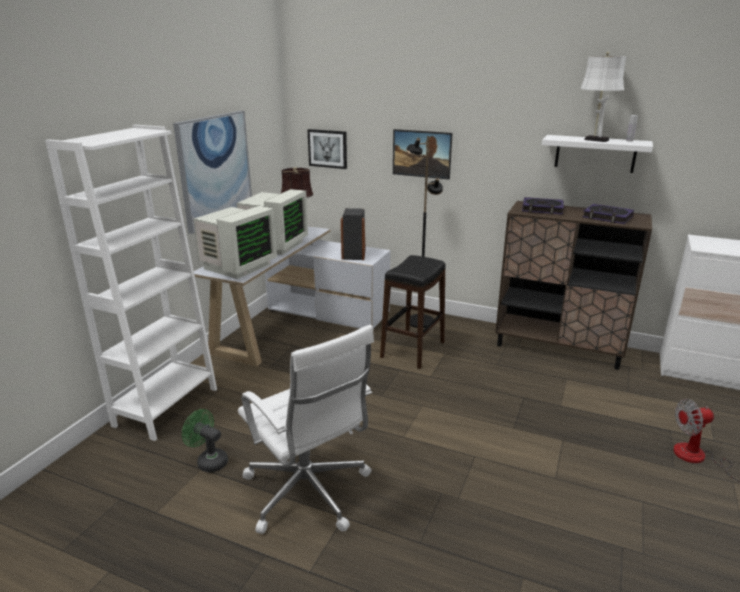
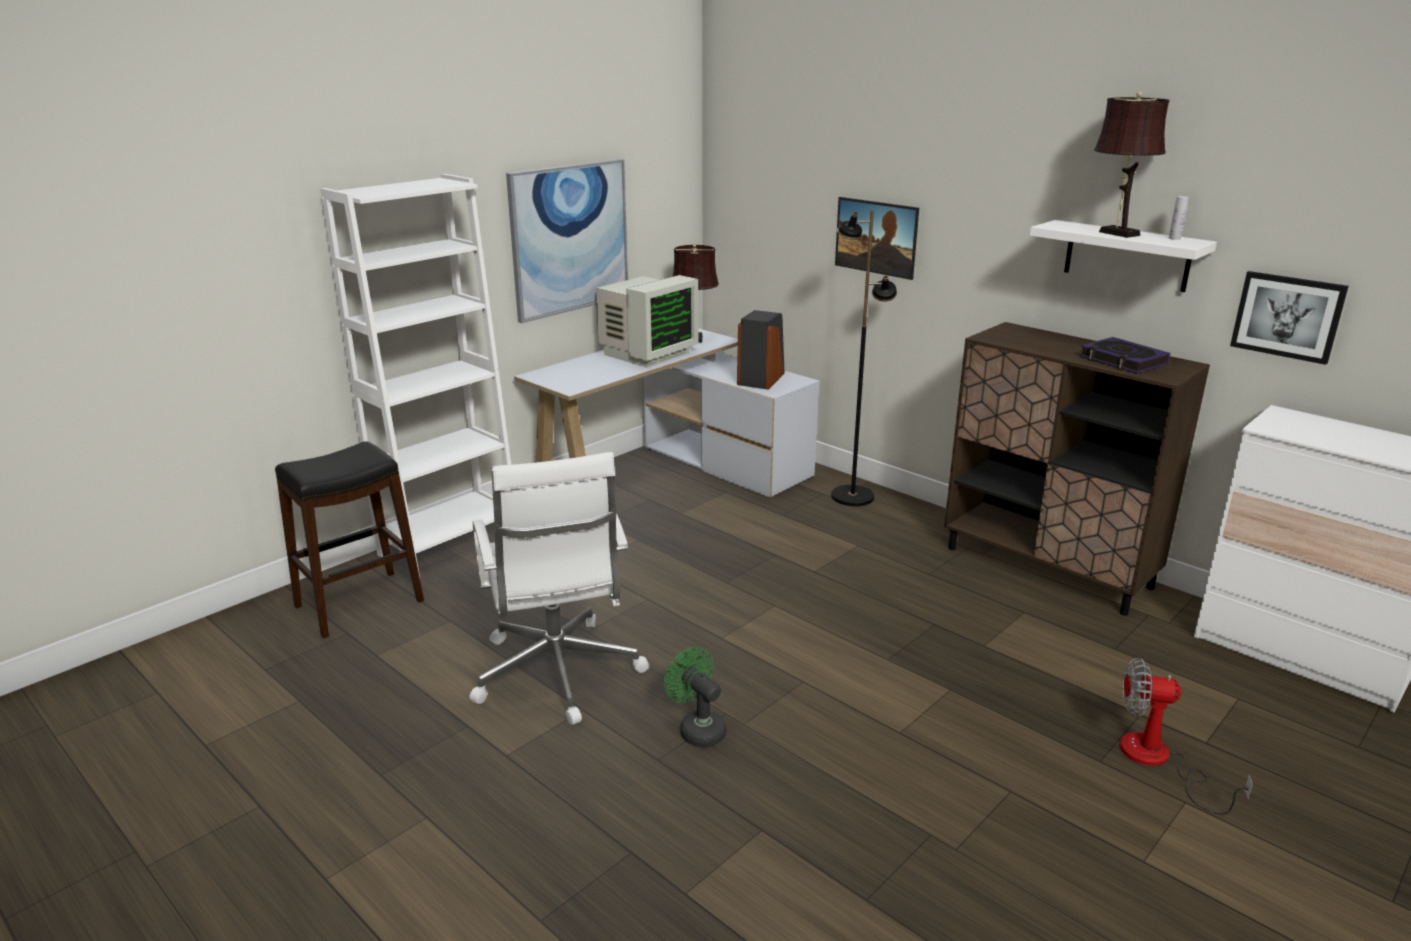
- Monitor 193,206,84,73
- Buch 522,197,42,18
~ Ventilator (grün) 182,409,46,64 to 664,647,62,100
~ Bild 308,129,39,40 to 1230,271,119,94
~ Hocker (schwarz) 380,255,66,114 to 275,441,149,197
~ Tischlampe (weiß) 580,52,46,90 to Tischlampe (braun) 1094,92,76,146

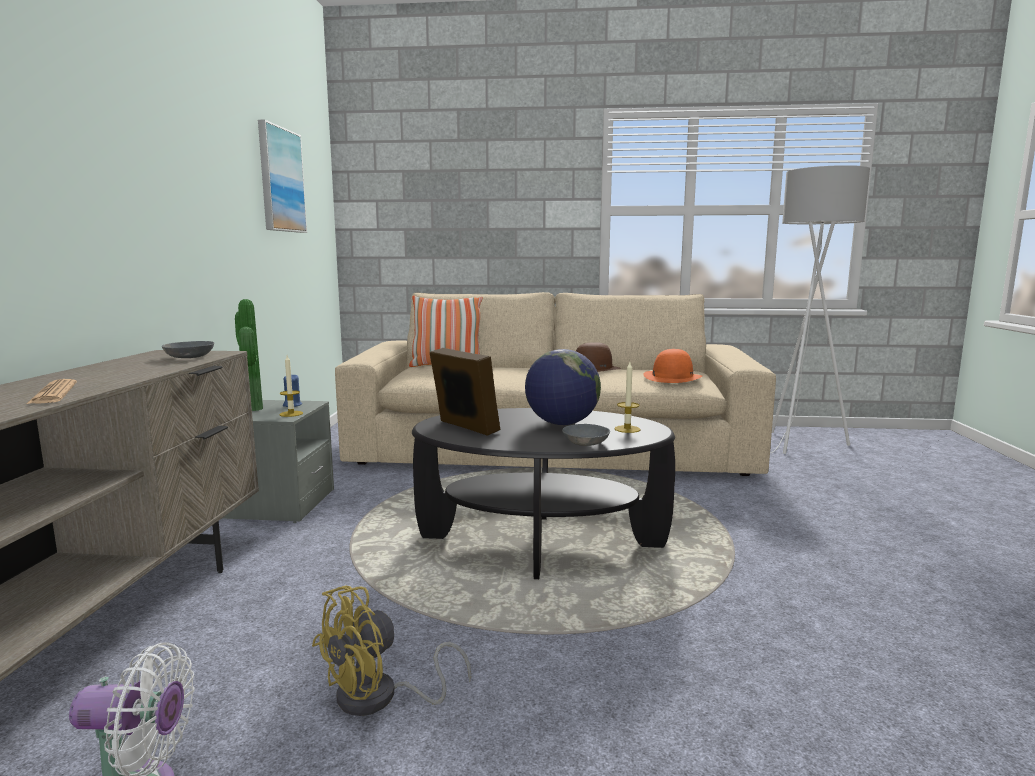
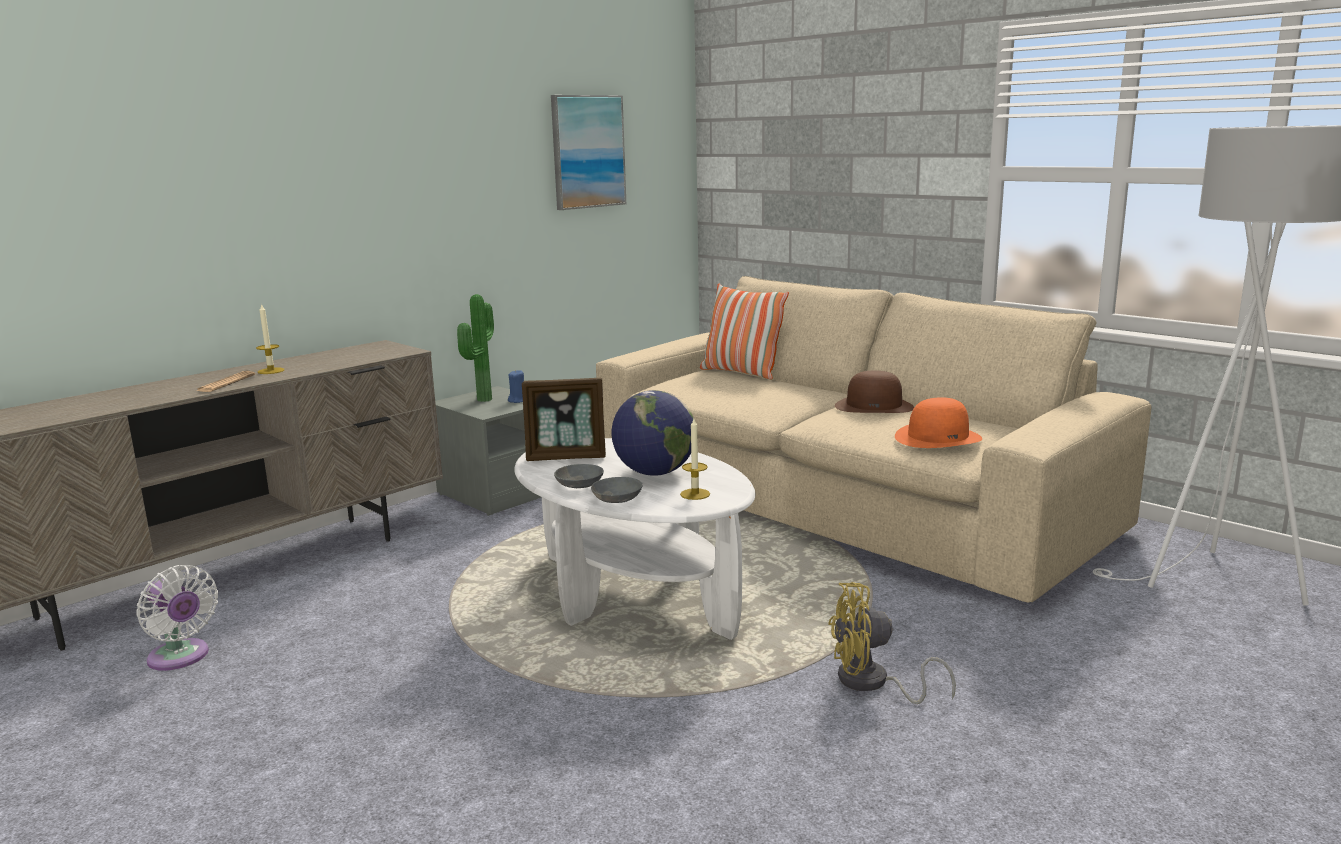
~ Schüssel (grau) 162,341,52,17 to 554,464,50,24
~ Kerze 280,355,23,62 to 256,303,29,71
~ Ventilator (gelb) 312,585,159,131 to 828,582,128,122
~ Couchtisch (schwarz) 412,408,263,171 to Couchtisch (weiß) 514,438,241,202
~ Bilderrahmen 430,348,70,88 = 522,378,84,83 90 degrees clockwise

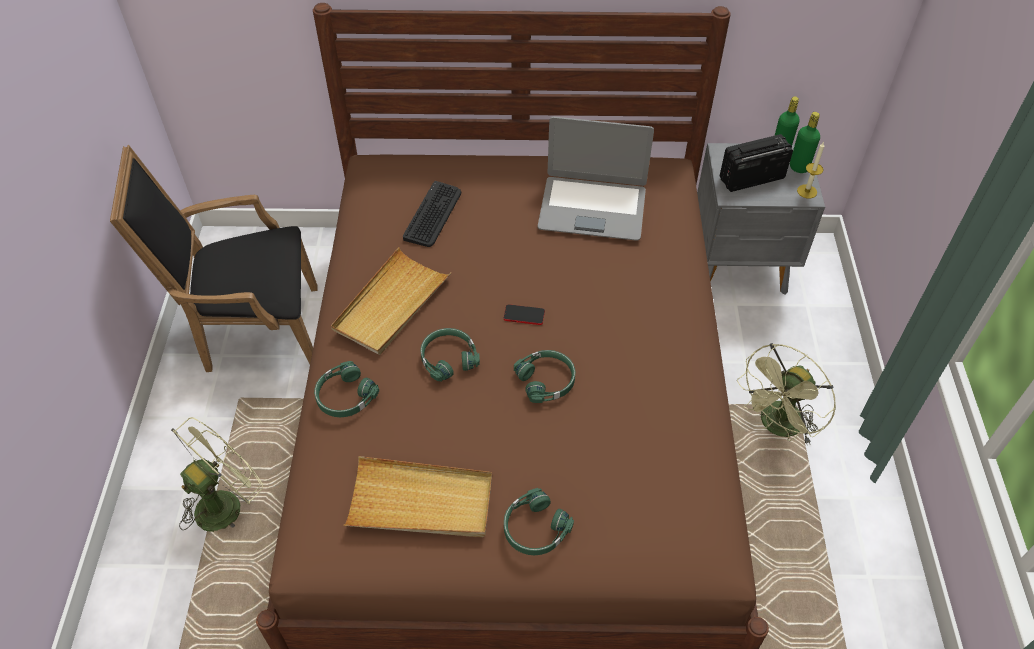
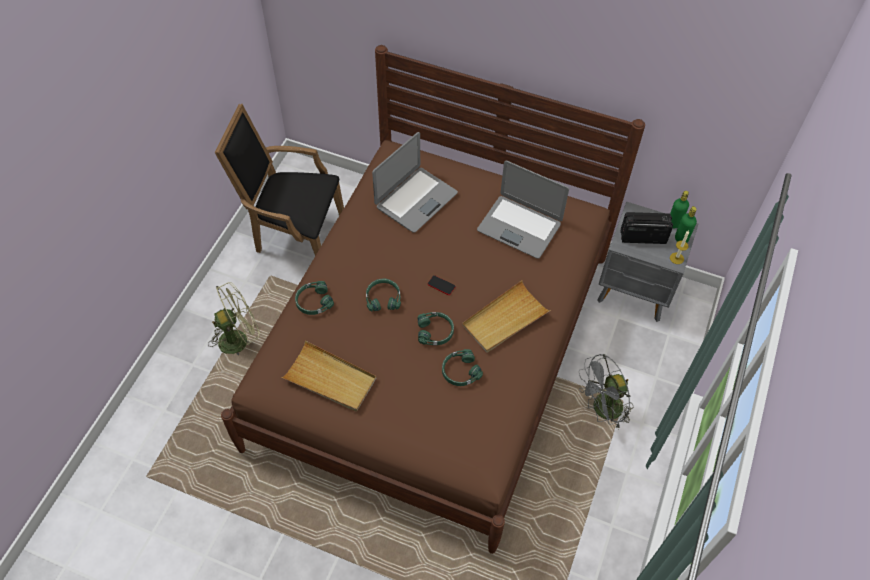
~ Tablett (beige) 331,247,120,108 to 462,281,89,72
~ Kopfhörer (grün) 504,488,70,67 to 442,349,41,37
~ Tastatur 403,181,58,66 to Laptop 372,132,86,101
~ Ventilator (grün) 737,343,99,102 to Ventilator (grau) 579,354,54,75

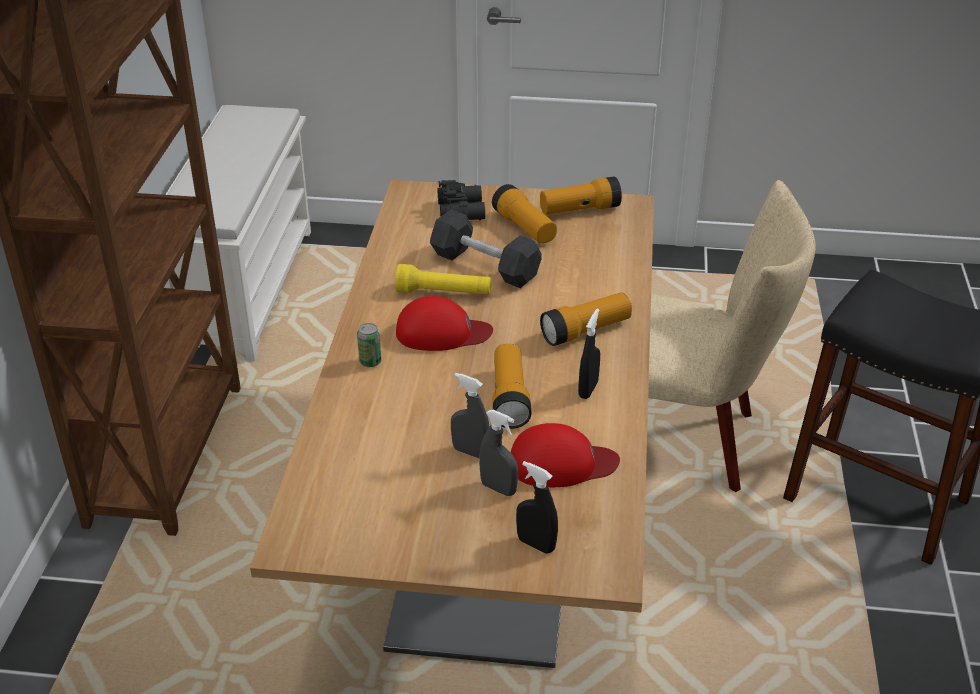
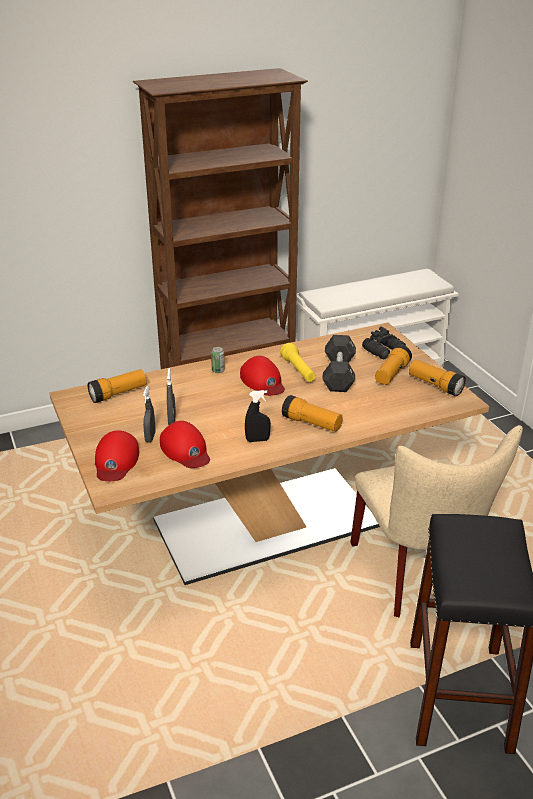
~ Taschenlampe 492,344,40,85 to 88,369,59,34
~ Sprühflasche (schwarz) 516,461,42,92 to Kappe (rot) 95,430,44,51

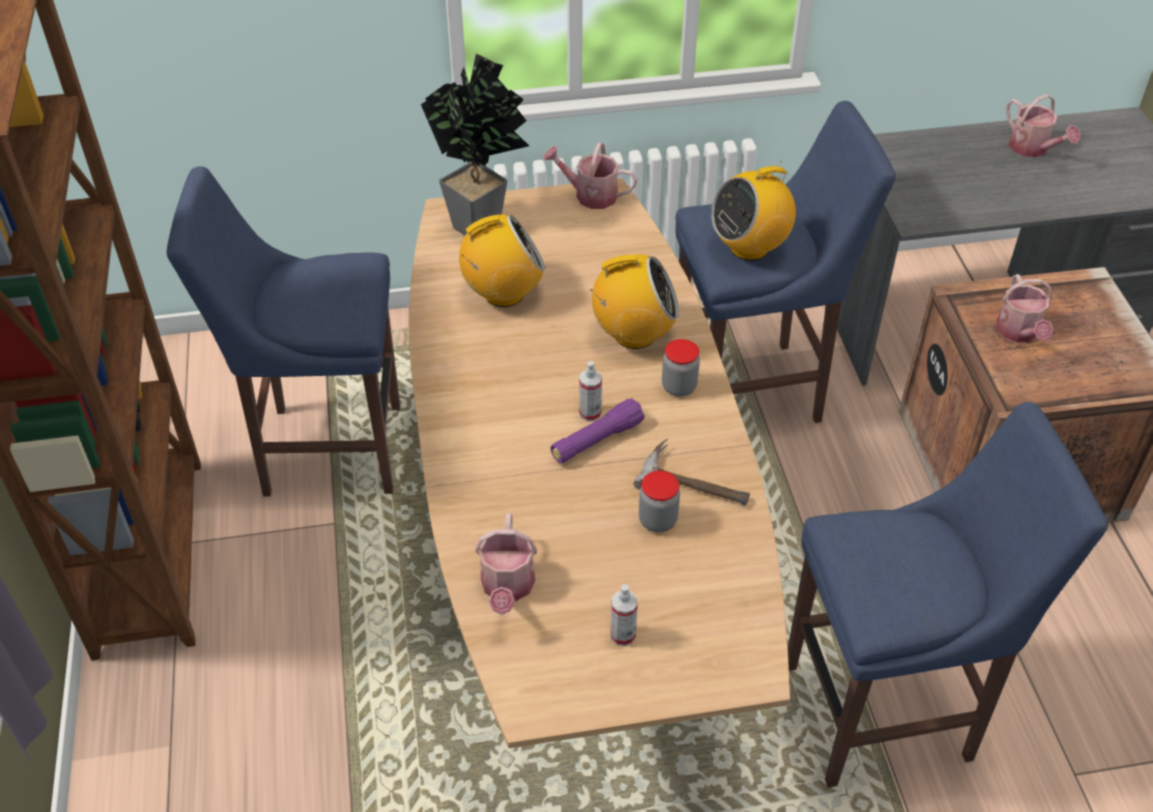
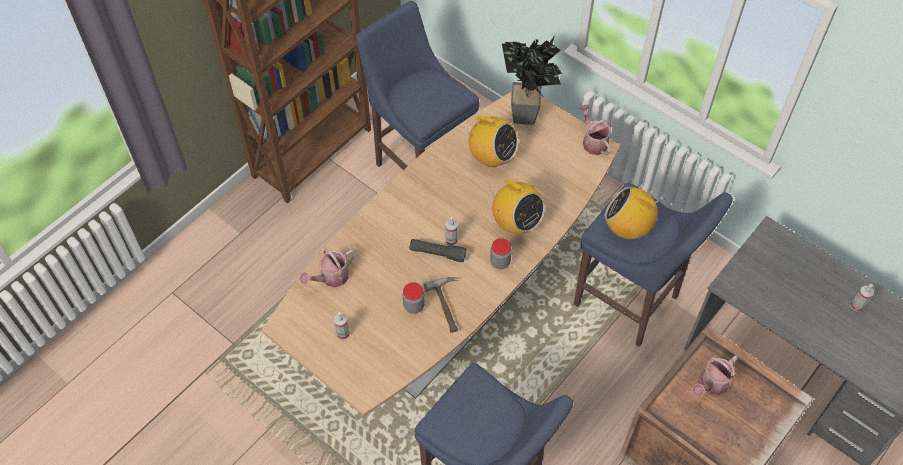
~ Gießkanne 1006,94,75,63 to Sprühflasche 851,284,23,28
~ Taschenlampe (lila) 550,398,95,65 to Taschenlampe (schwarz) 410,239,57,23

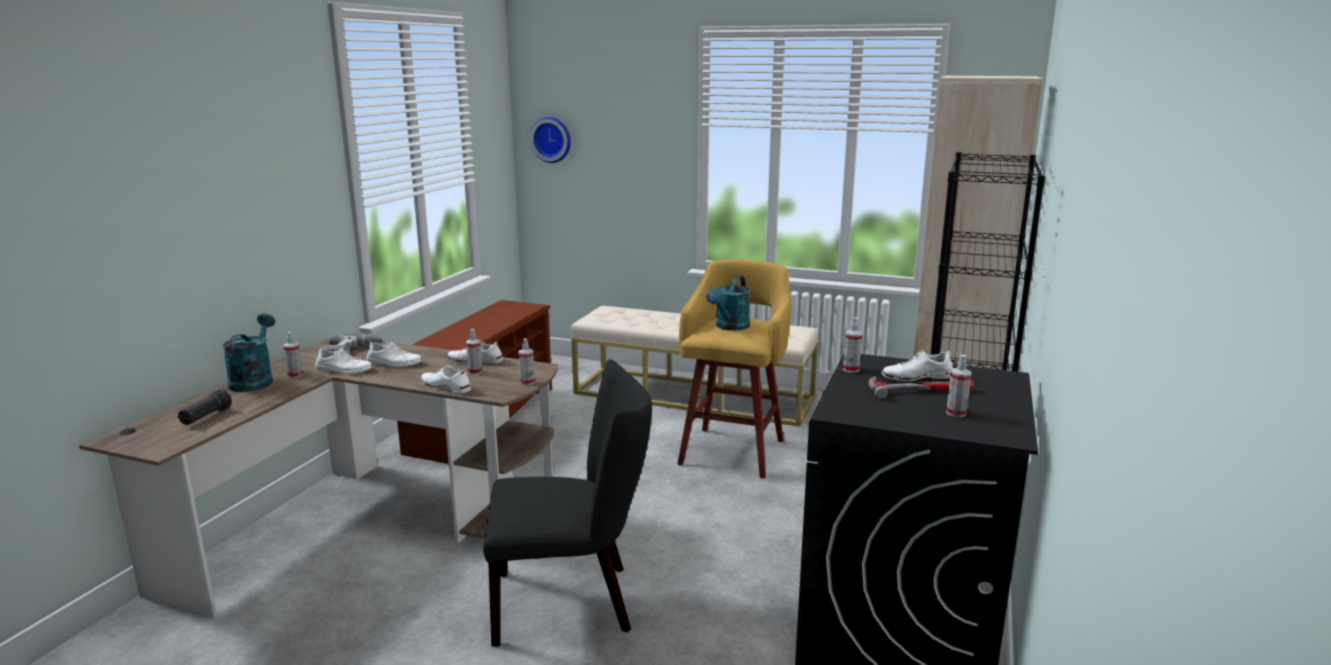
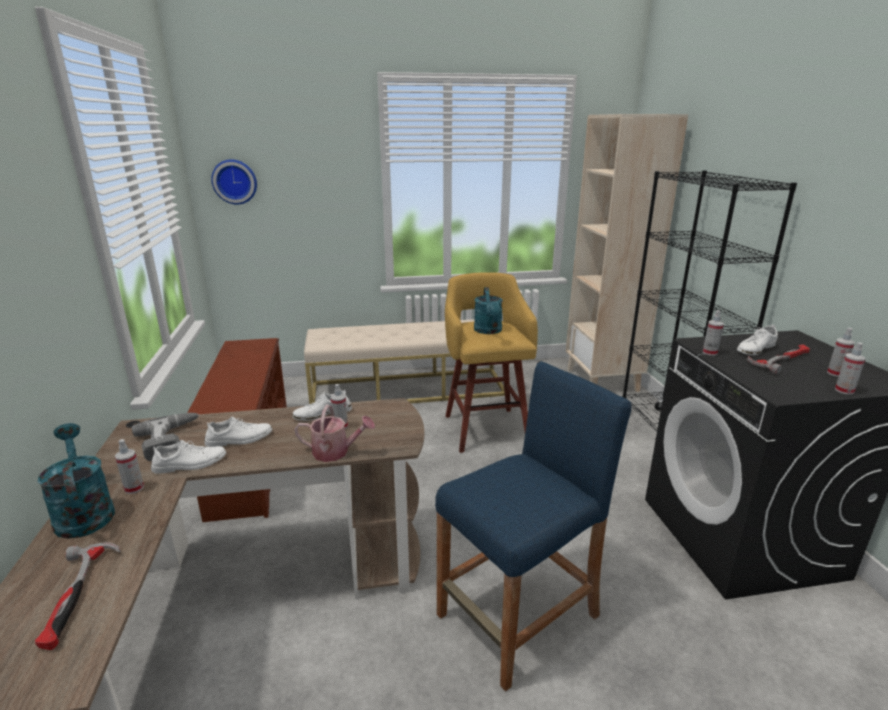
~ Sprühflasche 518,338,17,47 to 835,342,31,53
~ Taschenlampe (schwarz) 178,389,54,36 to Hammer 35,542,86,108
~ Schuh (weiß) 421,365,50,29 to Gießkanne 294,405,81,57
~ Stuhl (schwarz) 483,359,169,288 to Hocker (blau) 435,361,197,331

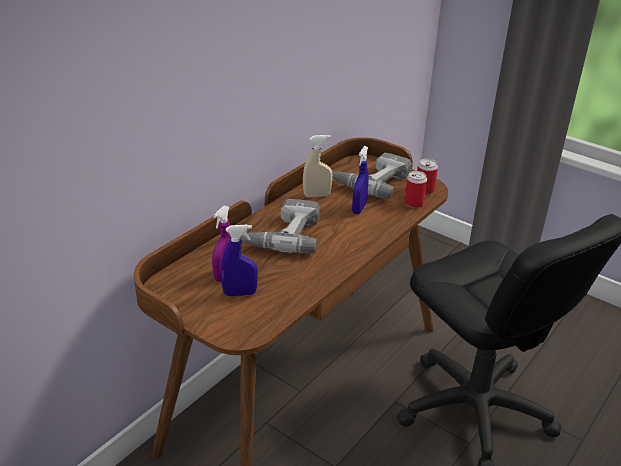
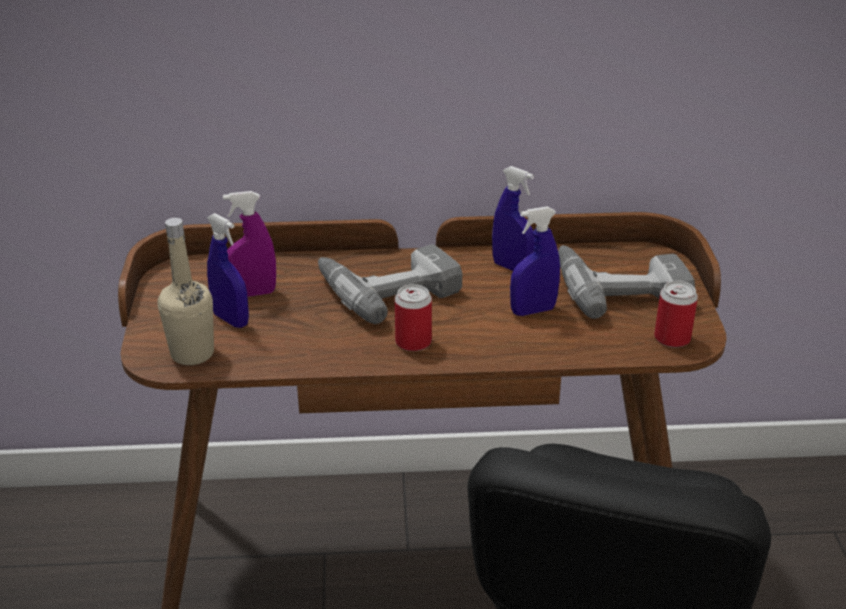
+ Flasche (beige) 158,218,56,147
~ Dose 404,171,23,37 to 395,284,37,67
~ Sprühflasche (beige) 303,135,30,62 to Sprühflasche (blau) 492,166,43,105

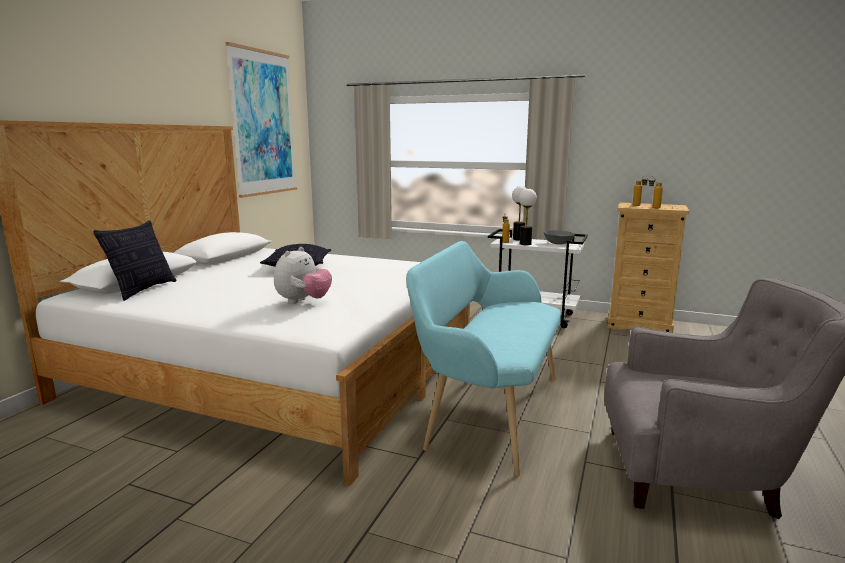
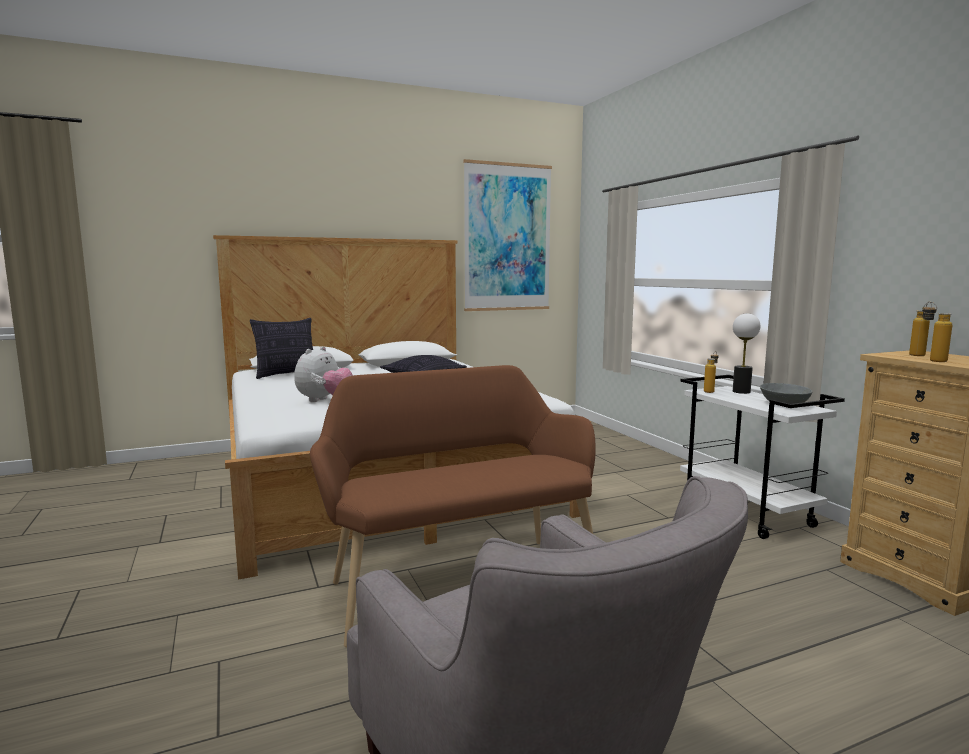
- Tischlampe 519,189,18,56
~ Bank (türkis) 406,241,155,236 to Bank (braun) 310,365,286,283
~ Plüschtier 274,247,58,57 = 294,346,59,56 45 degrees counterclockwise

